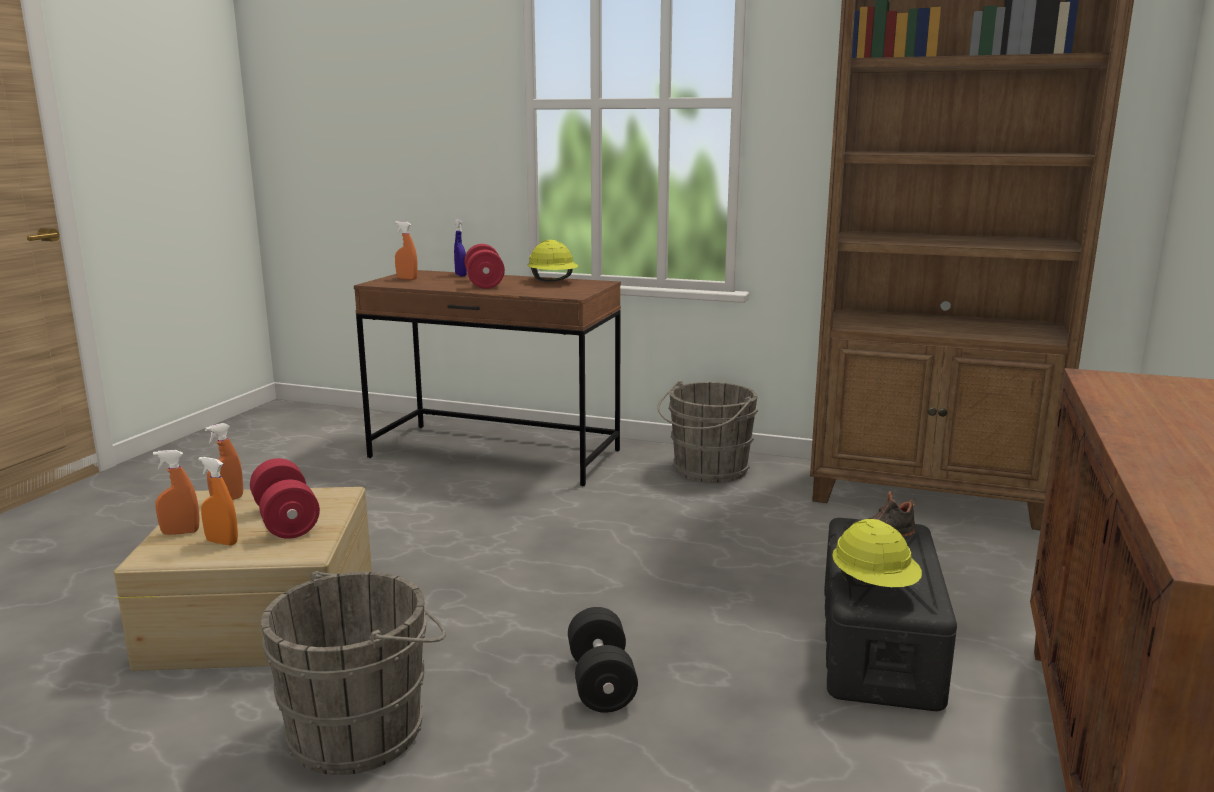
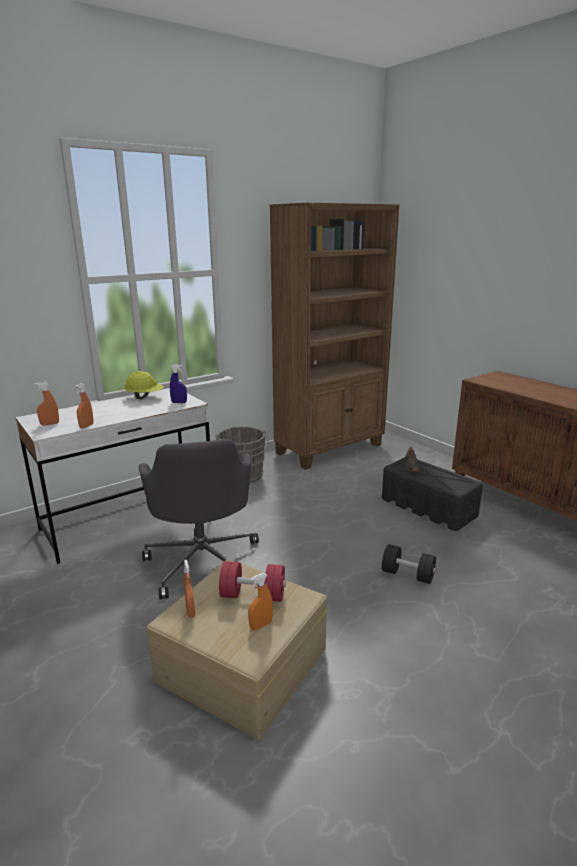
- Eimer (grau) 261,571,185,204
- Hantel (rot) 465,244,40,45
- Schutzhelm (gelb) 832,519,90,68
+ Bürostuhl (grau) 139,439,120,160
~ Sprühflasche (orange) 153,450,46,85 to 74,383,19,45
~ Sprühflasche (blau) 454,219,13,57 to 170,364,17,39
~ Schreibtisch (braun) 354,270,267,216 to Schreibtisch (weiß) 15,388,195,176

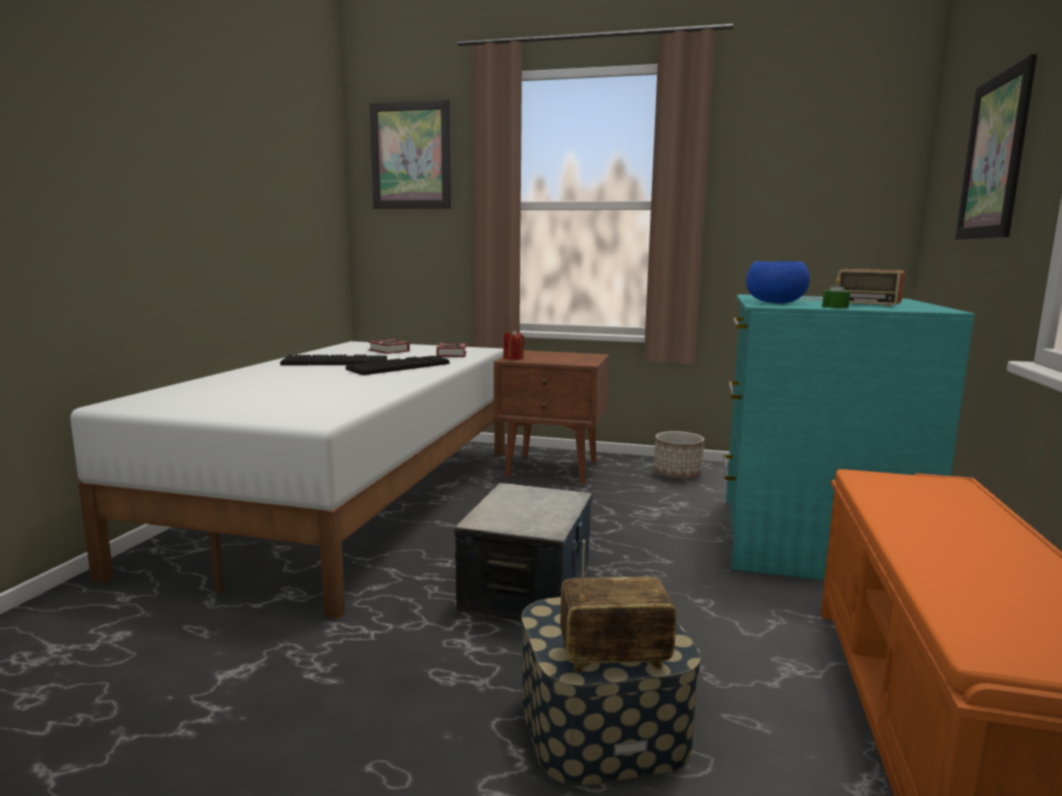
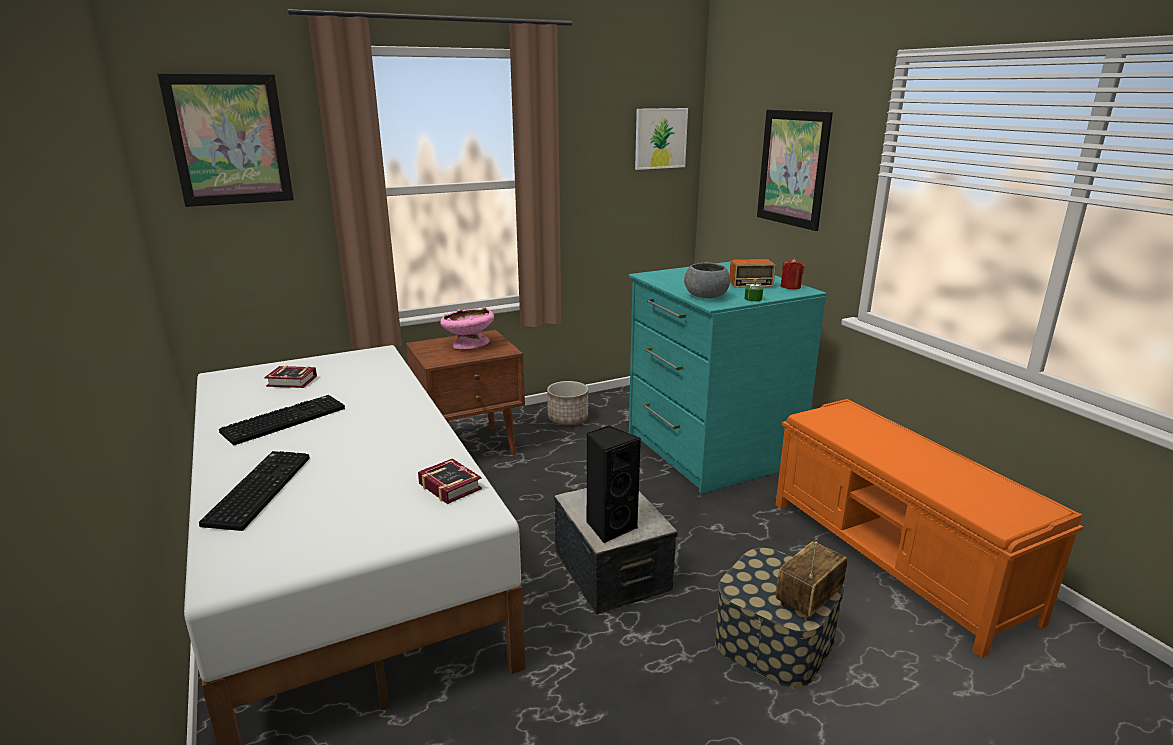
+ Schüssel (rosa) 440,306,54,43
+ Lautsprecher (schwarz) 586,425,55,119
+ Bild 635,108,53,62
~ Tastatur 346,356,103,19 to 199,451,111,80
~ Buch 436,343,31,14 to 418,459,64,45
~ Kerze (rot) 503,330,22,30 to 780,258,24,31
~ Schüssel (blau) 746,261,64,42 to Schüssel (grau) 684,263,46,35

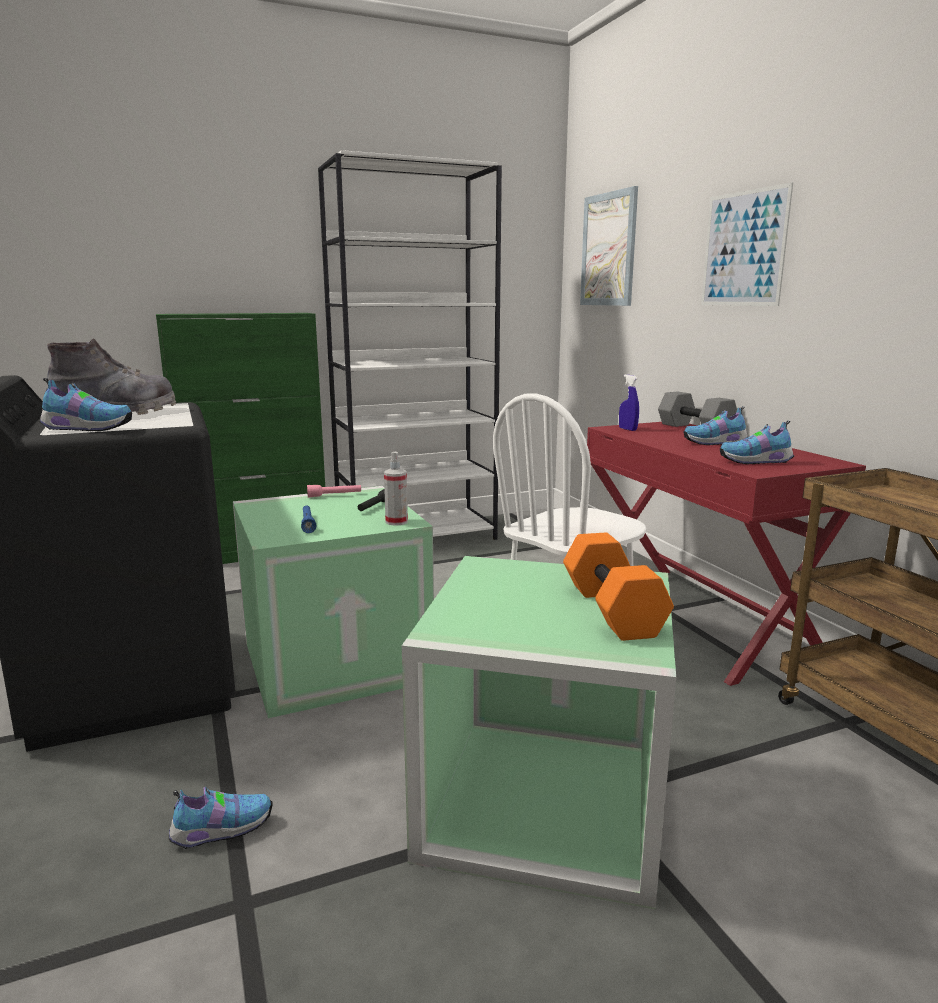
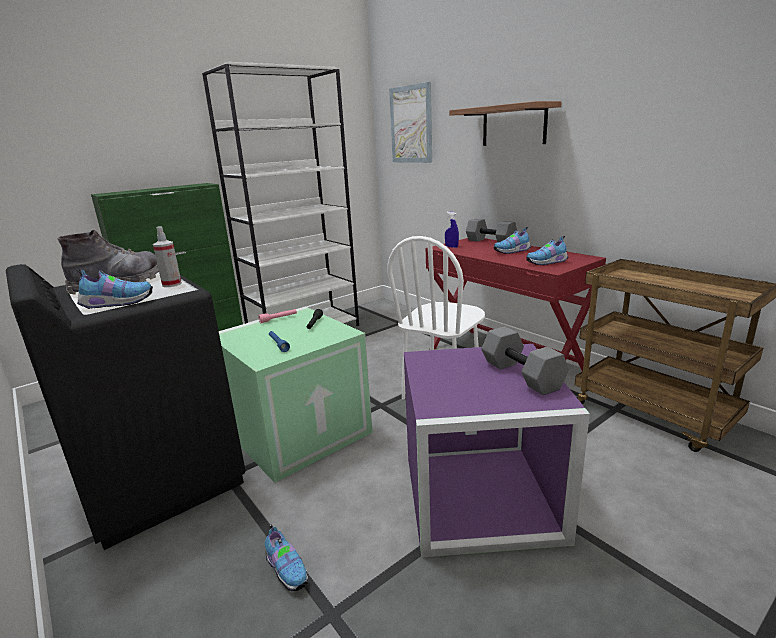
~ Sprühflasche 384,452,24,74 to 153,226,29,61
~ Bild 701,182,92,124 to Wandregal 449,101,113,45
~ Aufbewahrungsbox (grün) 402,556,274,353 to Aufbewahrungsbox (lila) 404,344,186,213
~ Hantel (orange) 563,533,111,108 to Hantel (grau) 481,326,88,69
~ Schuh 169,787,104,62 = 265,524,43,67 90 degrees clockwise

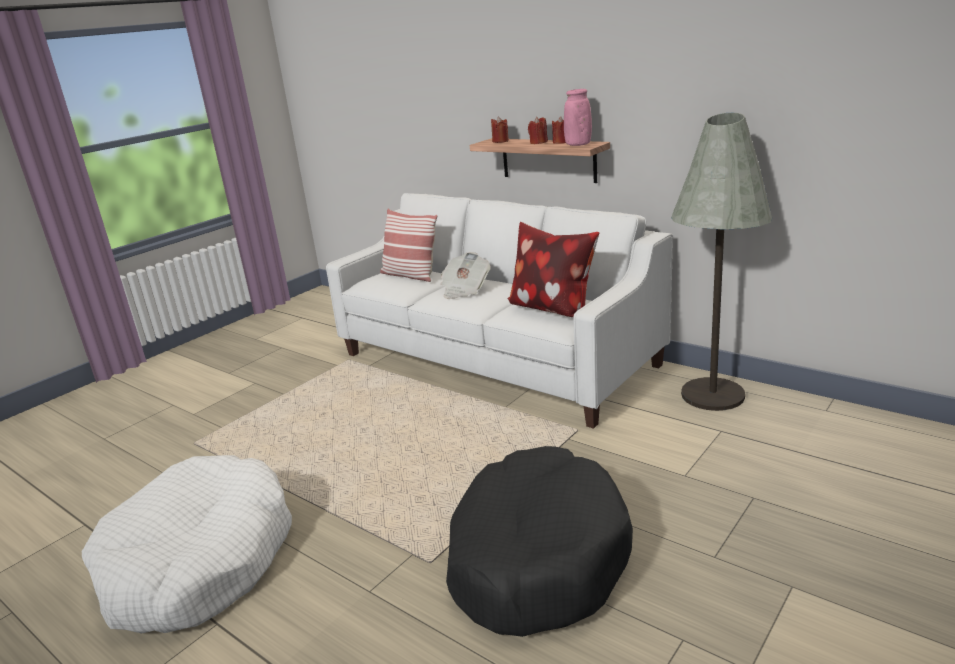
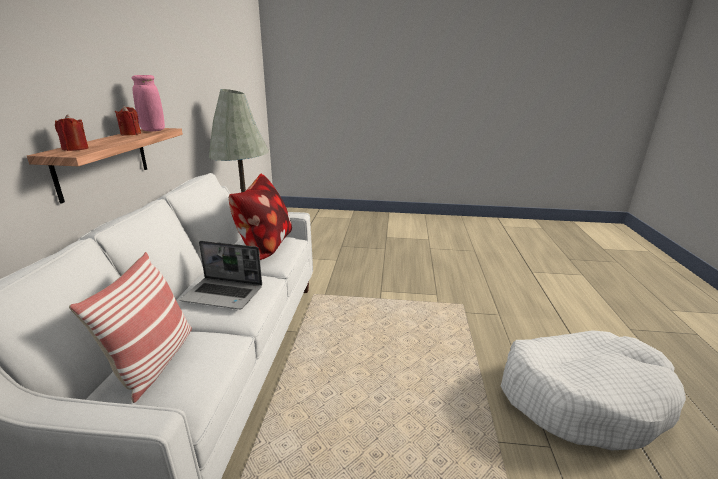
- Hundebett (schwarz) 446,446,187,191
- Kerze (rot) 528,117,20,27
~ Zeitung 441,252,49,47 to Laptop 180,241,82,68

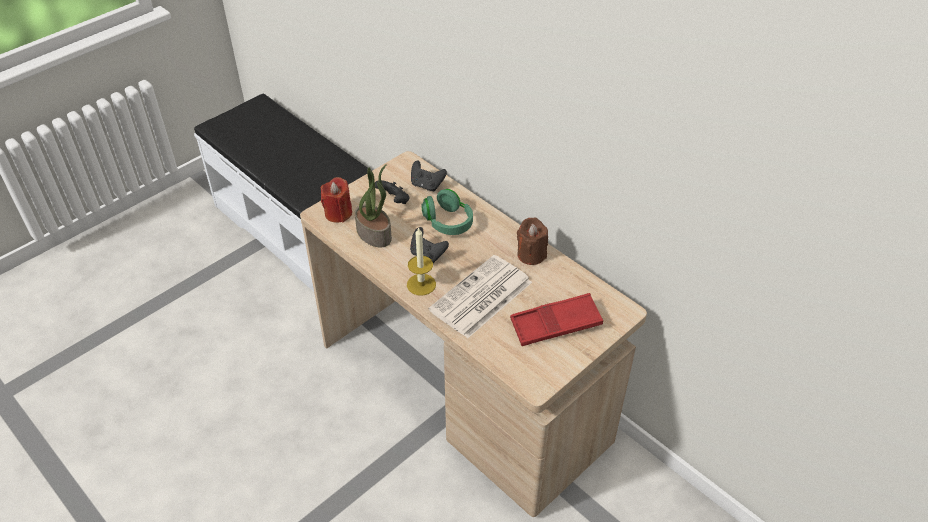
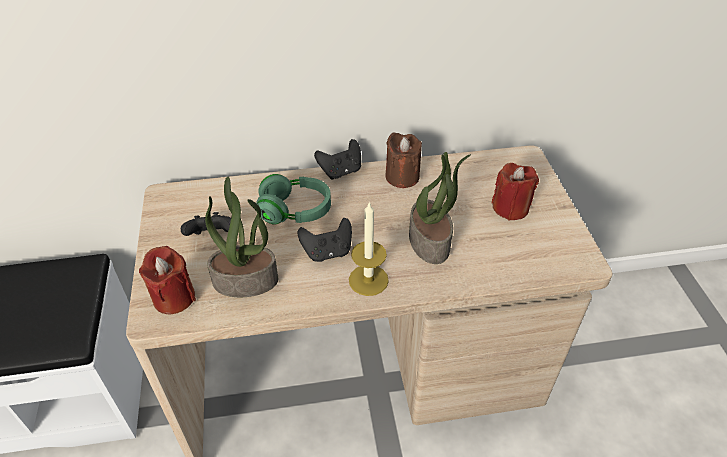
~ Gamepad (schwarz) 411,160,36,32 to 314,139,47,41
~ Zeitung 429,255,103,83 to Topfpflanze 409,152,62,112
~ Tablett (rot) 510,293,93,53 to Kerze (rot) 491,163,48,58

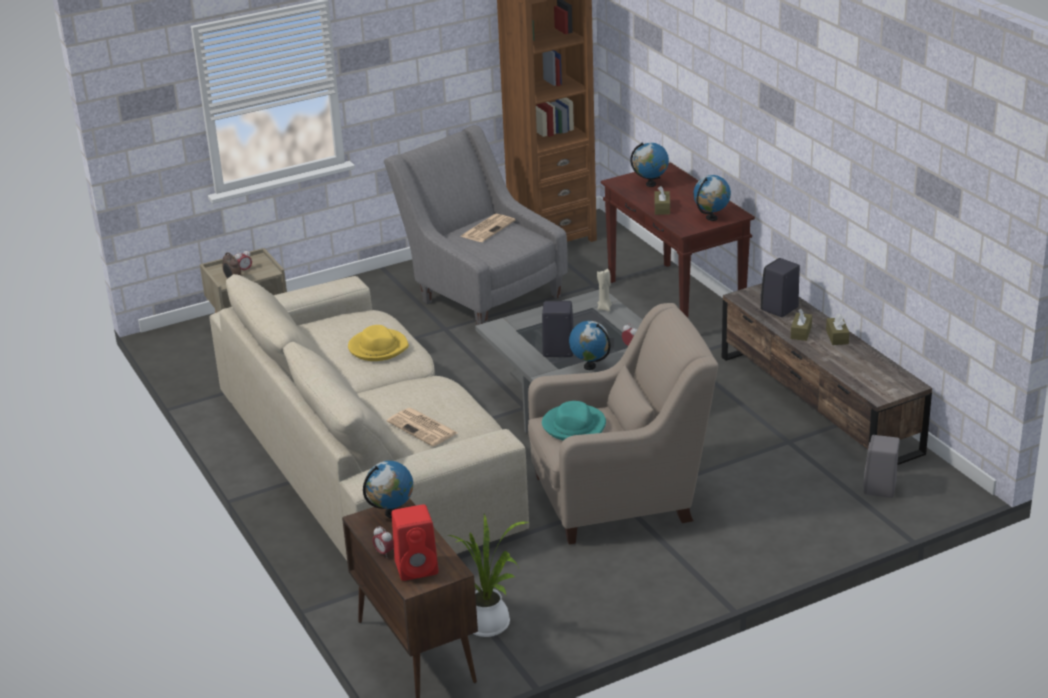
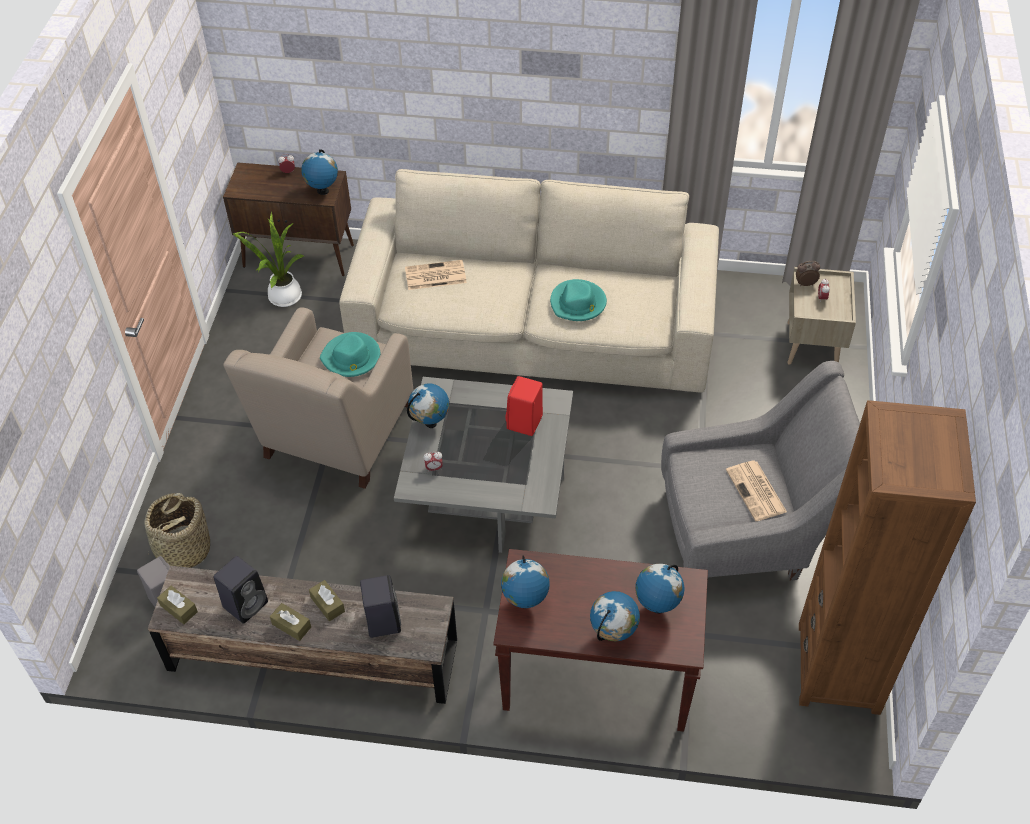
- Kerze (beige) 597,269,15,43
+ Korb 144,493,66,75
+ Globus 590,591,50,50
~ Lautsprecher (rot) 392,504,46,77 to 506,376,37,60
~ Lautsprecher (schwarz) 542,301,32,56 to 214,556,54,68
~ Taschentuchbox (braun) 655,186,15,29 to 157,586,41,39
~ Hut (gelb) 348,325,61,36 to Hut (türkis) 550,279,57,42

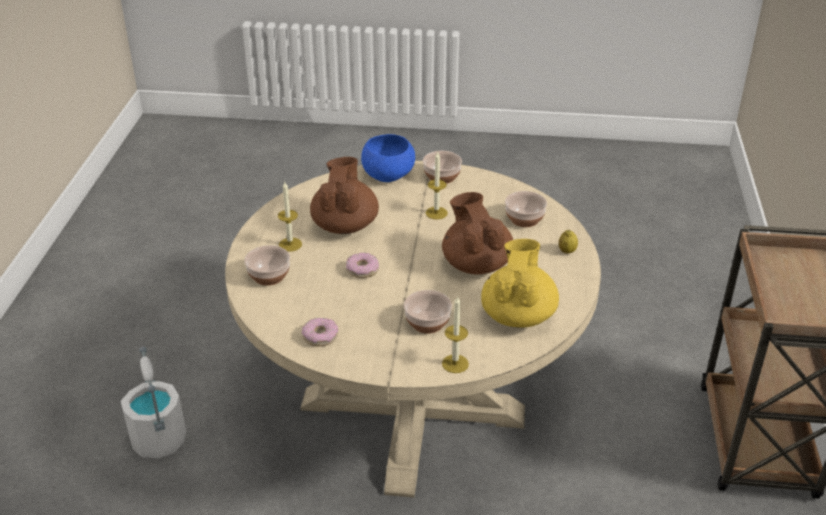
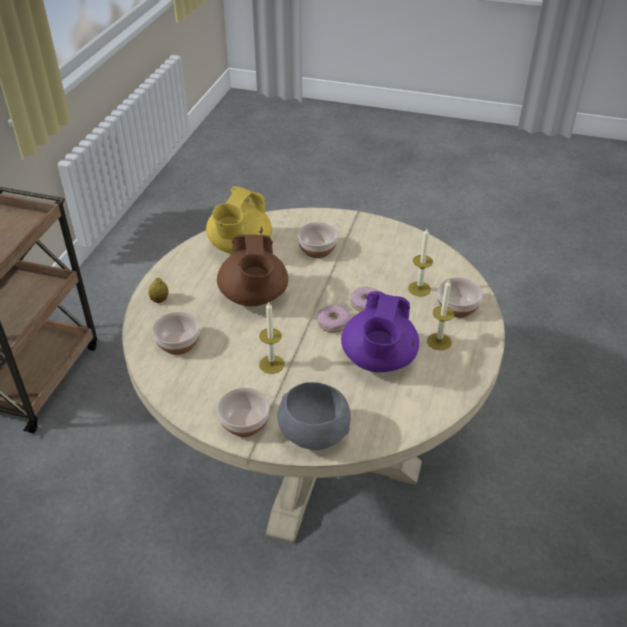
- Eimer (weiß) 121,347,65,111
~ Donut 302,318,36,28 to 317,305,34,27
~ Kerze 442,296,27,77 to 408,229,25,68
~ Teekanne (braun) 310,157,69,77 to Teekanne (lila) 341,291,78,81
~ Schüssel (blau) 361,134,54,48 to Schüssel (grau) 277,382,74,68

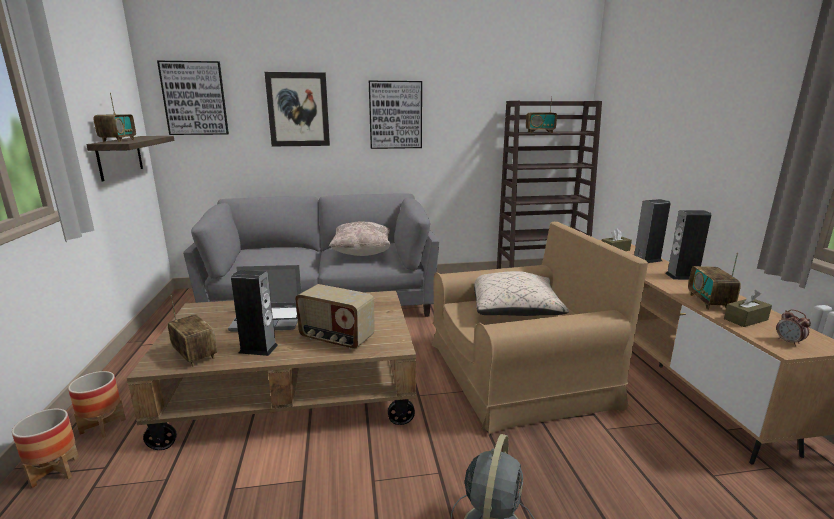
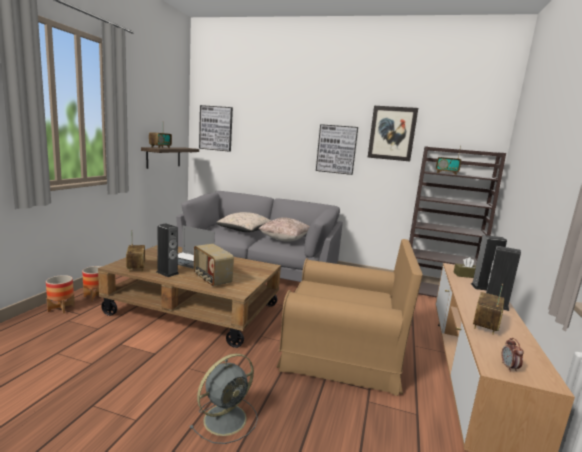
- Taschentuchbox (braun) 724,290,48,37
~ Bild 265,72,65,74 to 367,106,51,55
~ Kissen (beige) 474,271,95,45 to 216,212,56,20

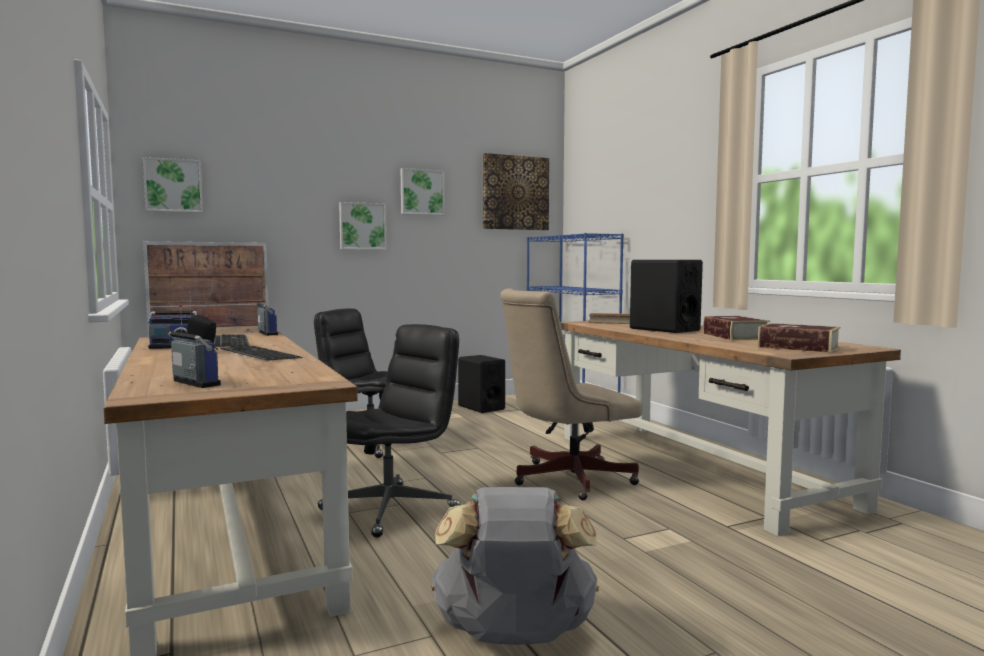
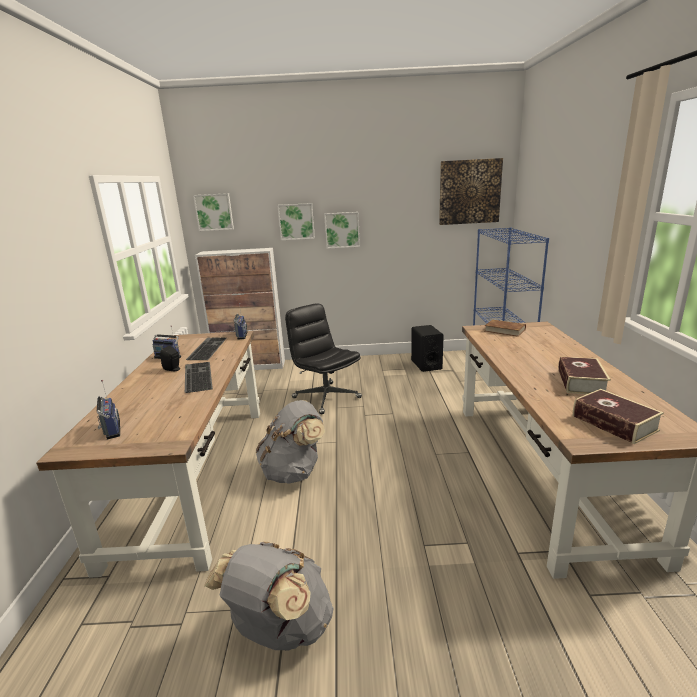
- Bürostuhl (beige) 500,288,141,212
- Lautsprecher (schwarz) 630,260,73,73
~ Bild 401,168,44,48 to 277,203,38,37
~ Bürostuhl (schwarz) 318,324,142,214 to Rucksack (grau) 256,400,69,84

